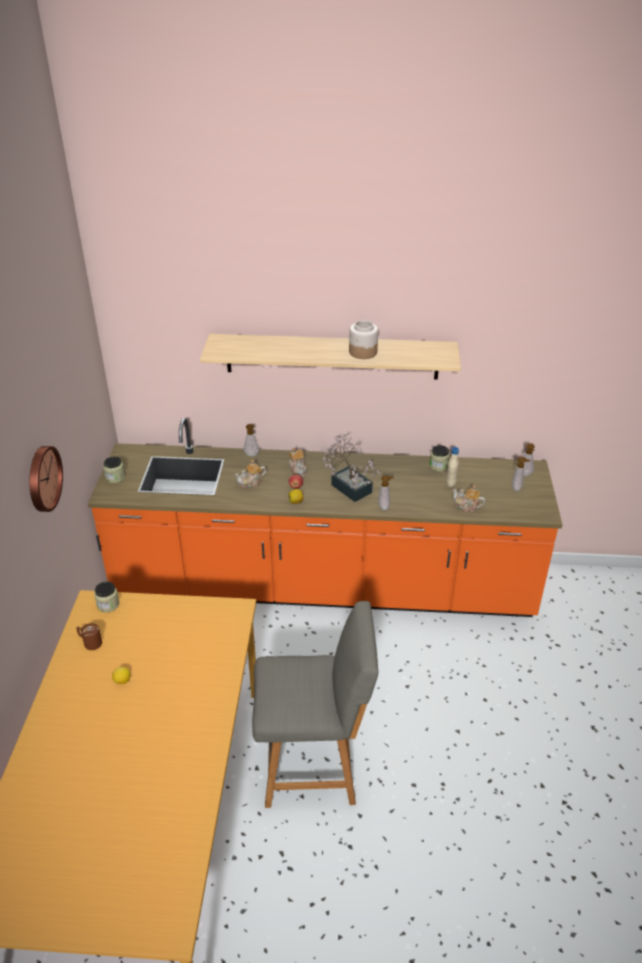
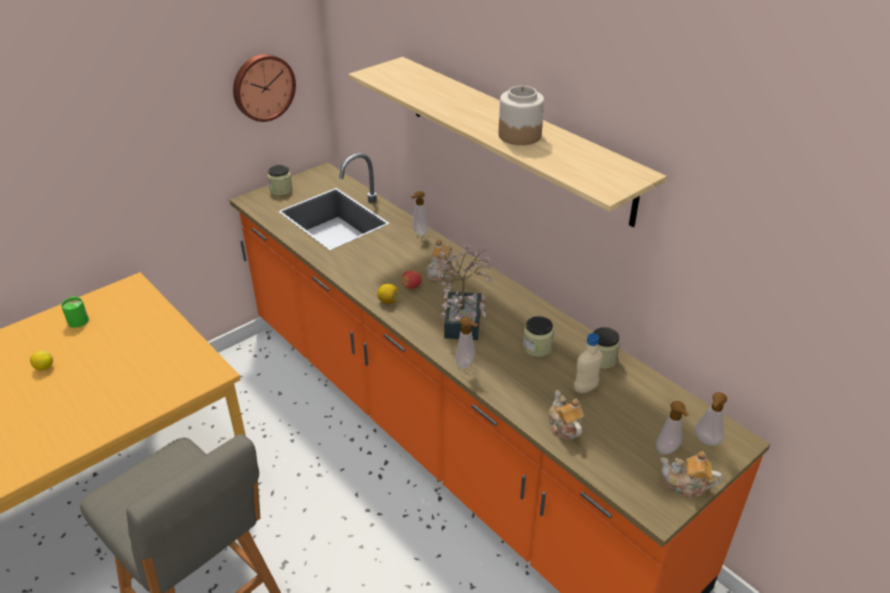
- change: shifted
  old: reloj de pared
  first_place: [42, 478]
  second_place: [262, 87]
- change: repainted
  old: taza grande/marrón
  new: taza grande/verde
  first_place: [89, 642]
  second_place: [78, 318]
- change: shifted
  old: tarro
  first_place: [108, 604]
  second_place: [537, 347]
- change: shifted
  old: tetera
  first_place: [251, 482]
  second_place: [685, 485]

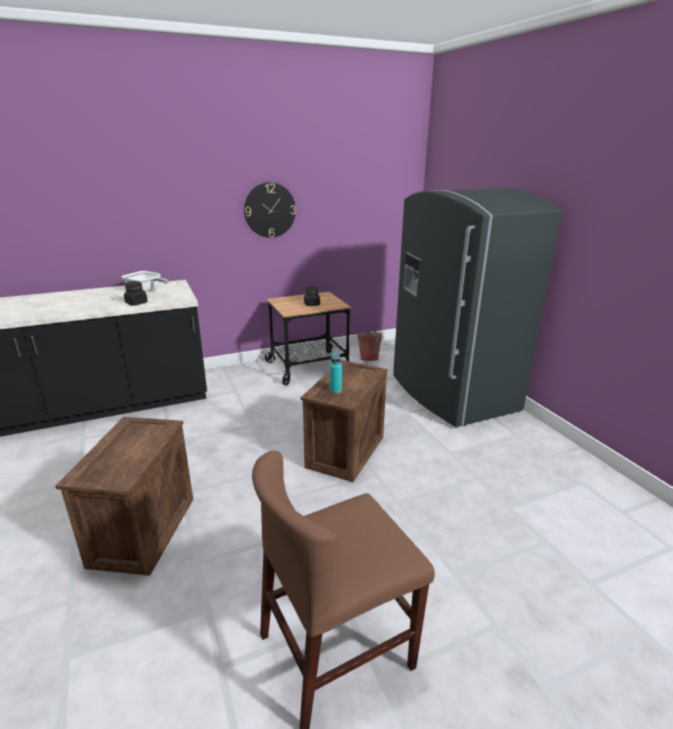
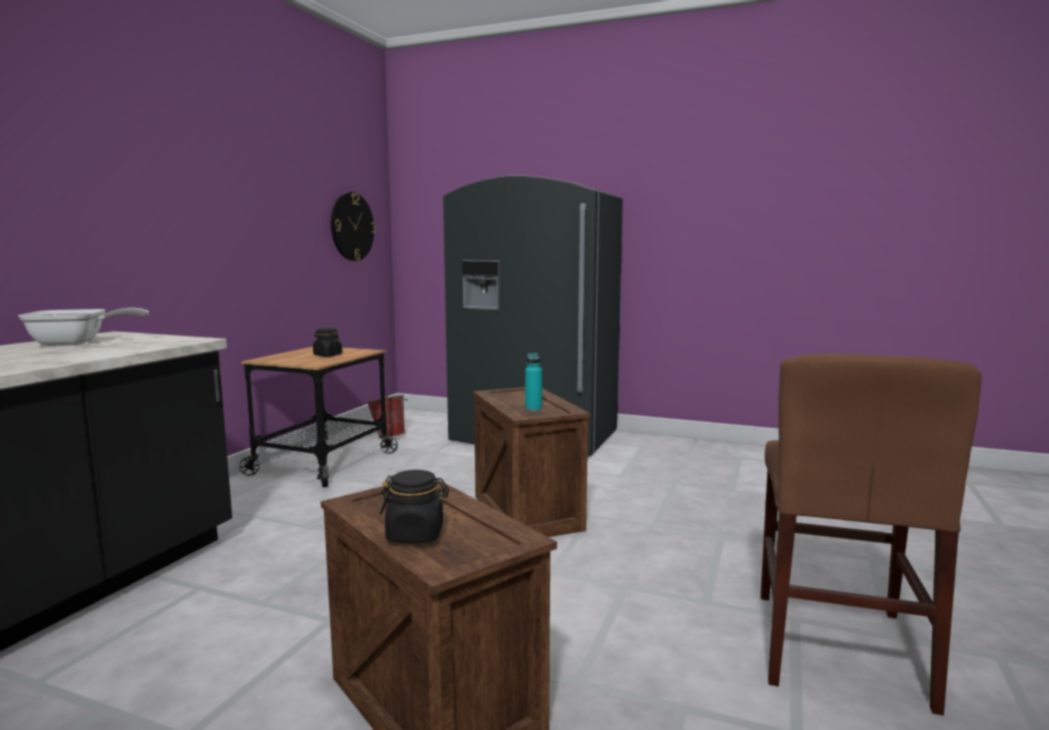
- change: shifted
  old: tarro/negro
  first_place: [136, 303]
  second_place: [415, 534]
- change: shifted
  old: reloj de pared
  first_place: [269, 210]
  second_place: [352, 226]

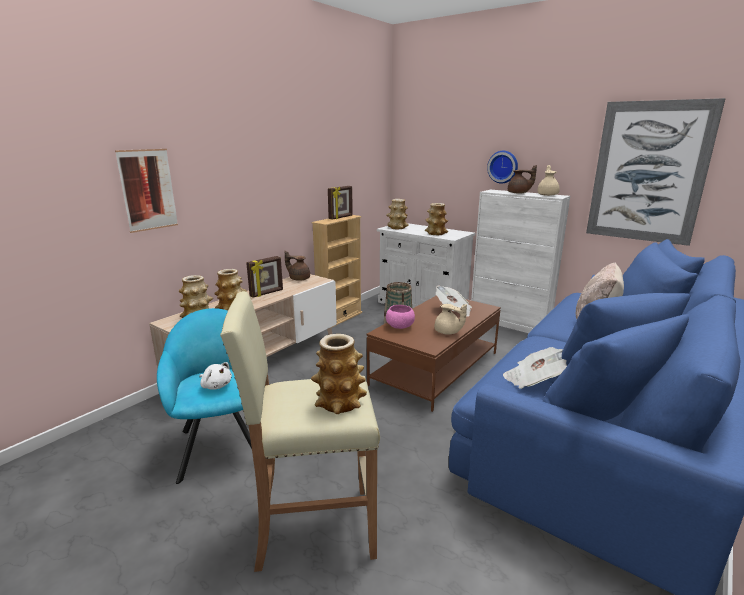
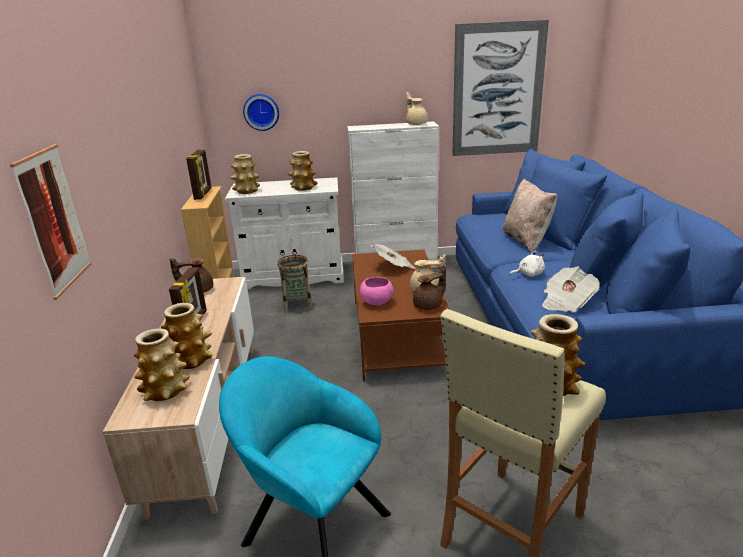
- change: shifted
  old: peluche/blanco
  first_place: [216, 385]
  second_place: [528, 274]
- change: shifted
  old: reloj de pared
  first_place: [503, 167]
  second_place: [261, 112]
- change: shifted
  old: tetera/marrón
  first_place: [519, 193]
  second_place: [429, 306]

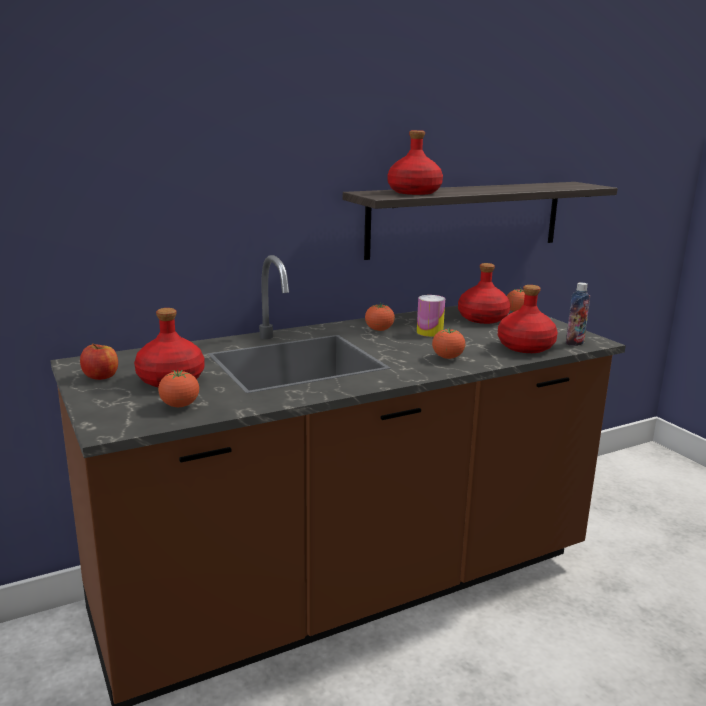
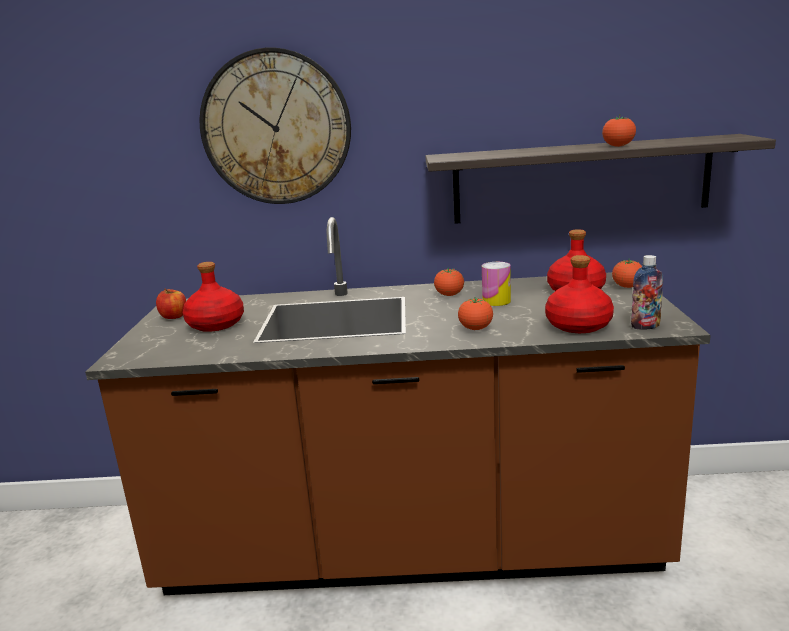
- change: shifted
  old: tomate
  first_place: [180, 405]
  second_place: [618, 146]
- change: gone
  old: botella/rojo
  first_place: [414, 192]
- change: new
  new: reloj de pared
  second_place: [276, 128]

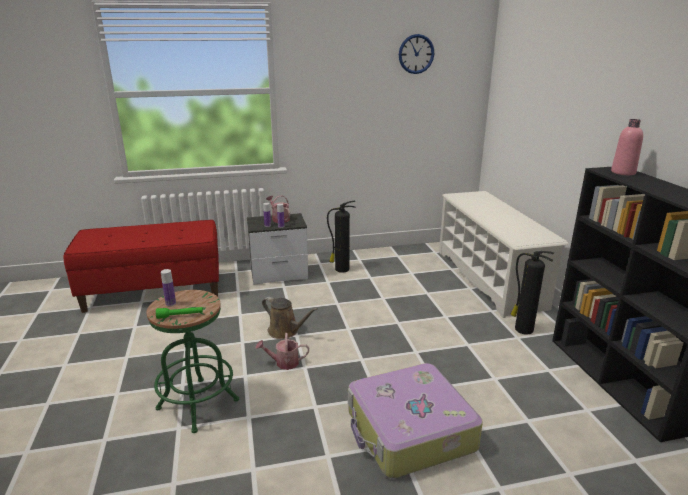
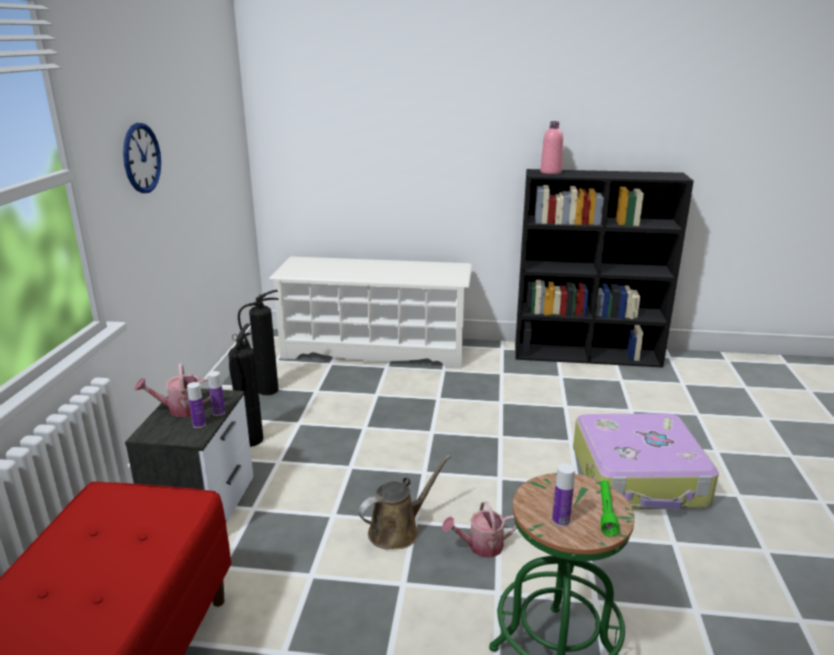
- change: rotated
  old: regadera
  first_place: [283, 363]
  second_place: [480, 546]
  degrees: 60
- change: shifted
  old: reloj de pared
  first_place: [416, 54]
  second_place: [141, 158]
- change: shifted
  old: extintor
  first_place: [522, 329]
  second_place: [266, 390]

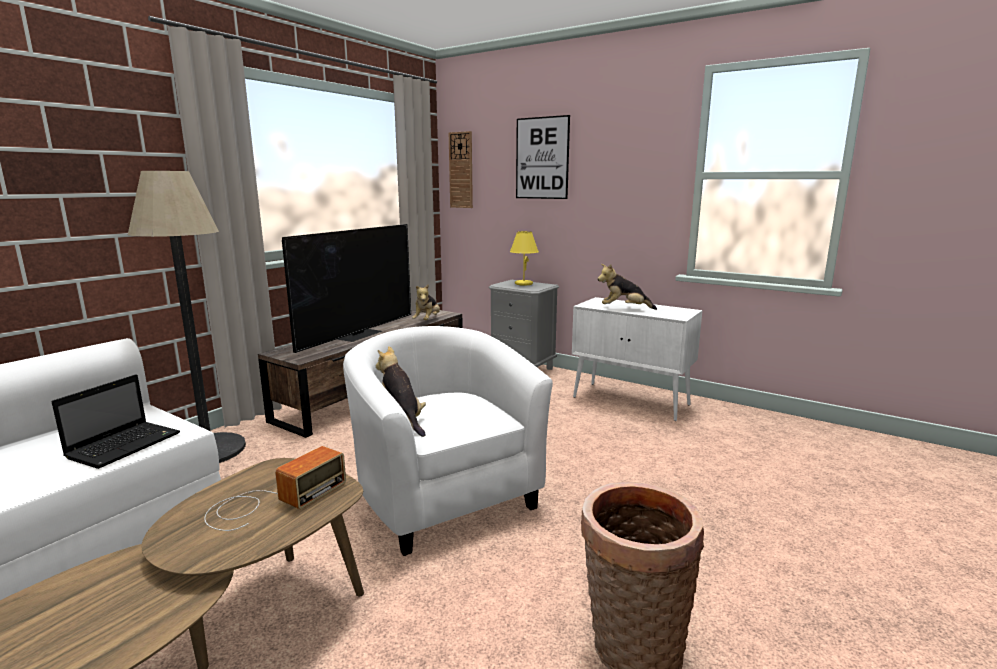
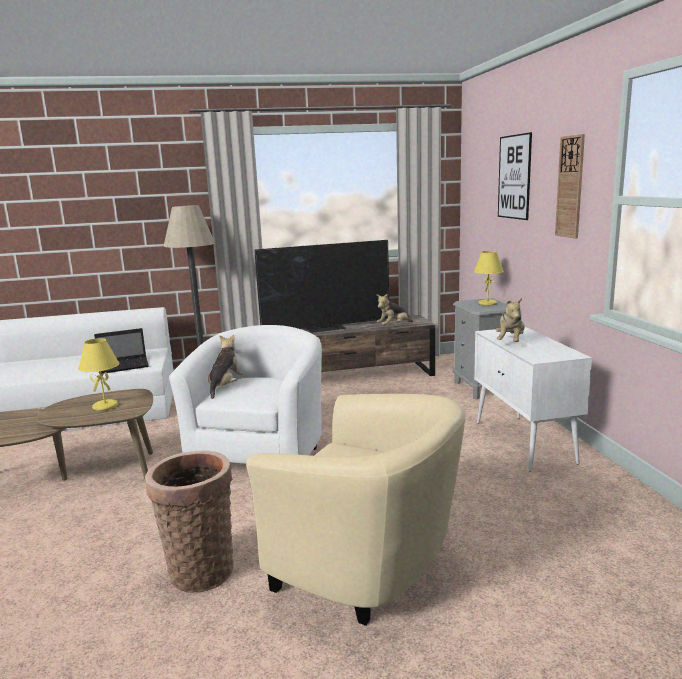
- change: swapped
  old: radio
  new: lámpara de mesa/amarillo
  first_place: [272, 501]
  second_place: [106, 406]
- change: shifted
  old: reloj de pared
  first_place: [461, 170]
  second_place: [570, 187]
- change: rotated
  old: peluche
  first_place: [624, 309]
  second_place: [510, 342]
  degrees: -120
- change: new
  new: sillón/beis
  second_place: [370, 567]

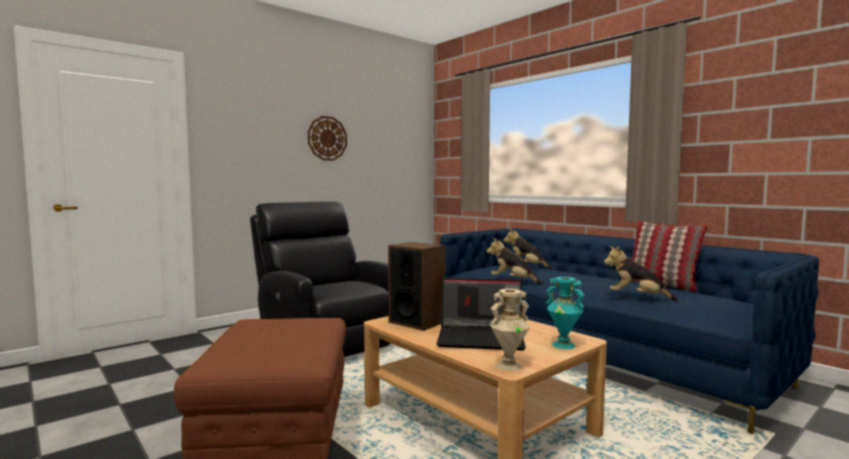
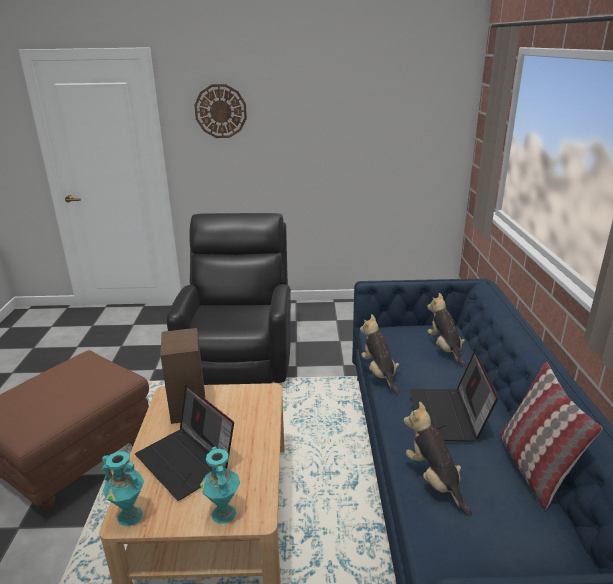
- change: shifted
  old: reloj de pared
  first_place: [327, 138]
  second_place: [220, 111]
- change: repainted
  old: florero/beis
  new: florero/turquesa
  first_place: [508, 366]
  second_place: [130, 515]
- change: new
  new: portátil
  second_place: [448, 416]

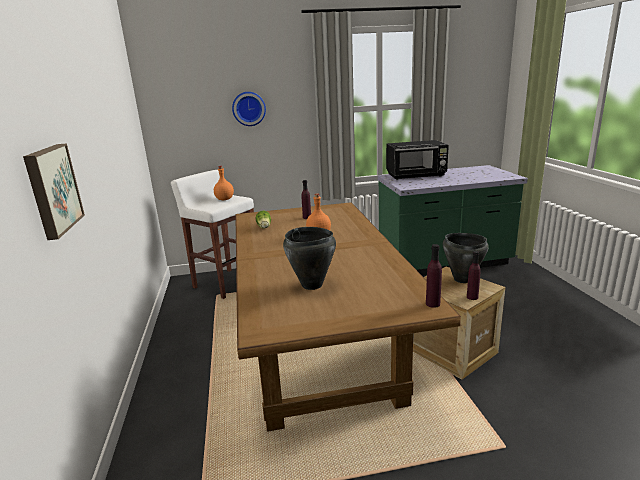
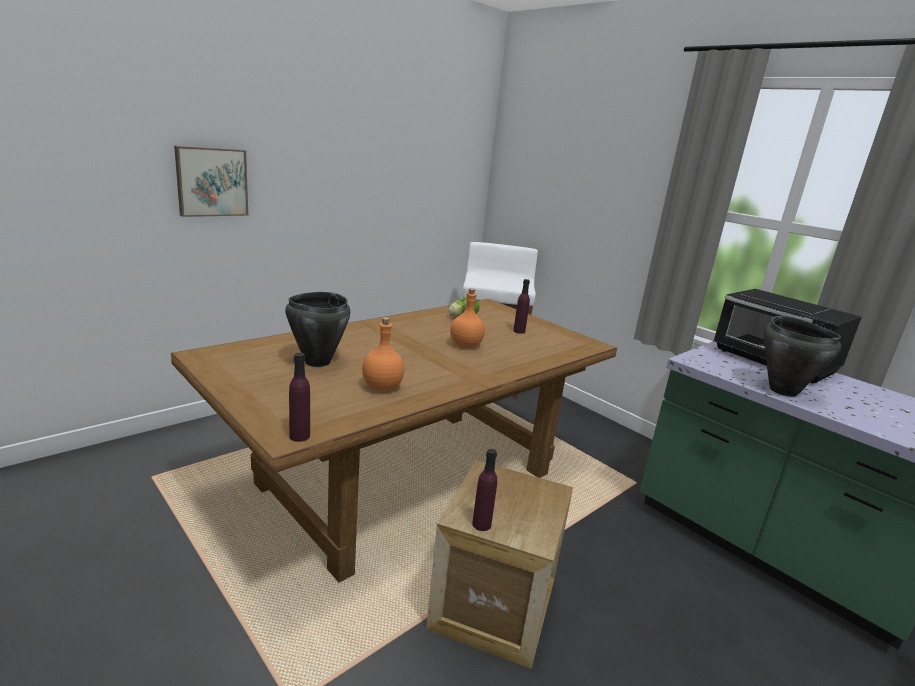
- change: shifted
  old: botella/naranja
  first_place: [224, 199]
  second_place: [382, 386]
- change: gone
  old: reloj de pared
  first_place: [249, 108]
- change: shifted
  old: olla/negro
  first_place: [462, 279]
  second_place: [783, 390]

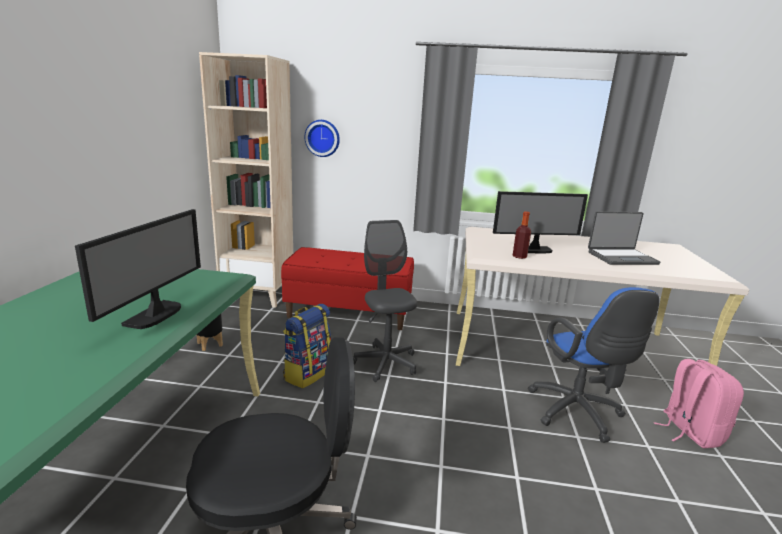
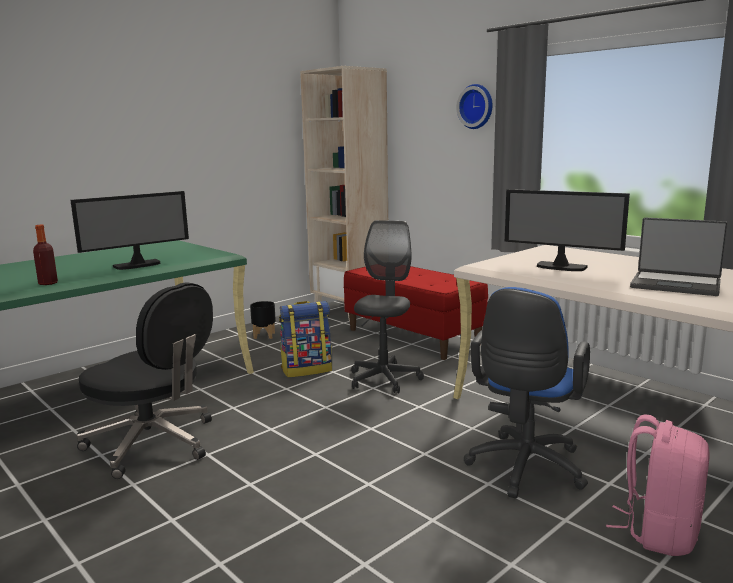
- change: shifted
  old: reloj de pared
  first_place: [322, 138]
  second_place: [476, 106]
- change: shifted
  old: botella
  first_place: [519, 256]
  second_place: [48, 283]

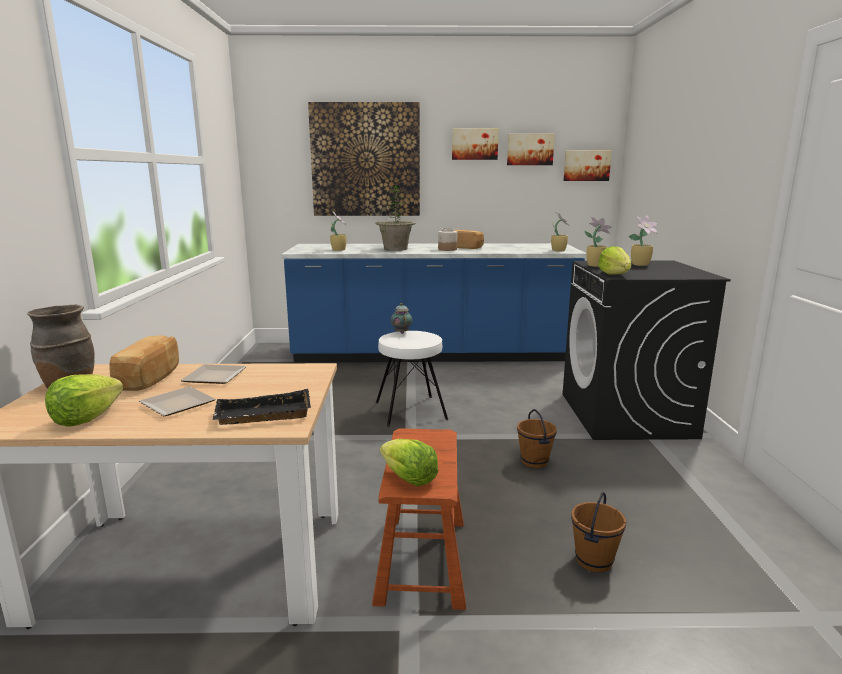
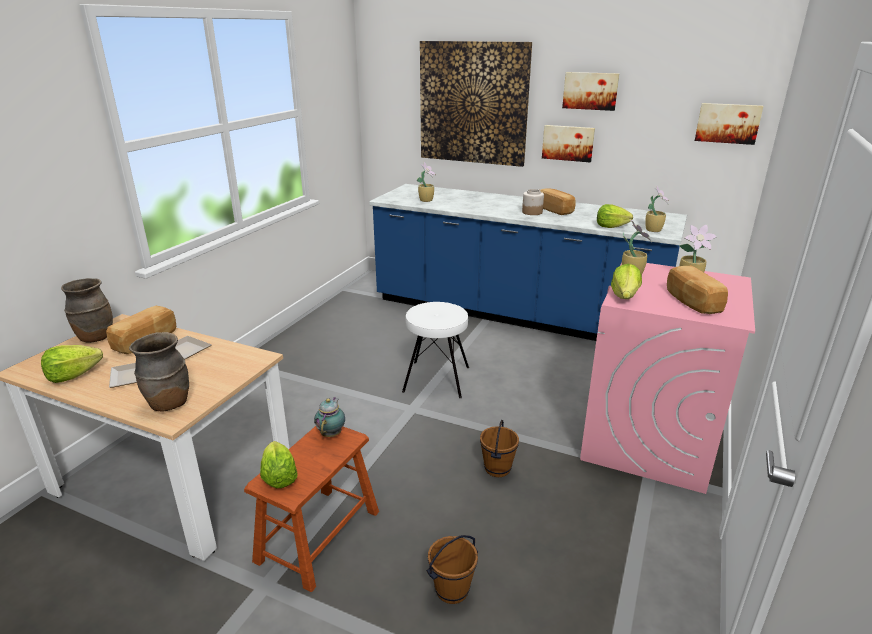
- change: swapped
  old: bandeja/negro
  new: florero/marrón
  first_place: [262, 416]
  second_place: [168, 404]
- change: gone
  old: planta en maceta
  first_place: [395, 249]
- change: shifted
  old: tetera
  first_place: [401, 332]
  second_place: [332, 433]
- change: shifted
  old: cuadro
  first_place: [530, 149]
  second_place: [568, 143]
- change: repainted
  old: lavadora/negro
  new: lavadora/rosa
  first_place: [627, 415]
  second_place: [648, 440]
- change: new
  new: lechuga
  second_place: [611, 226]
- change: new
  new: pan
  second_place: [691, 302]

